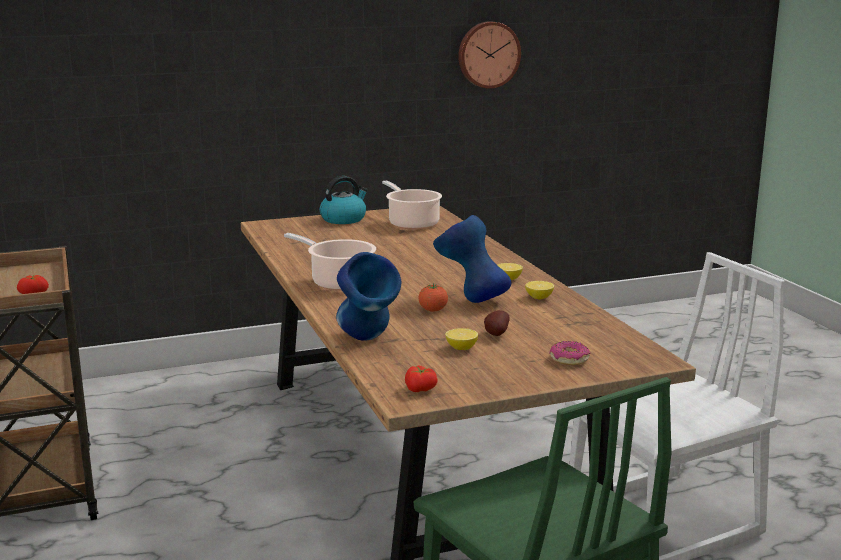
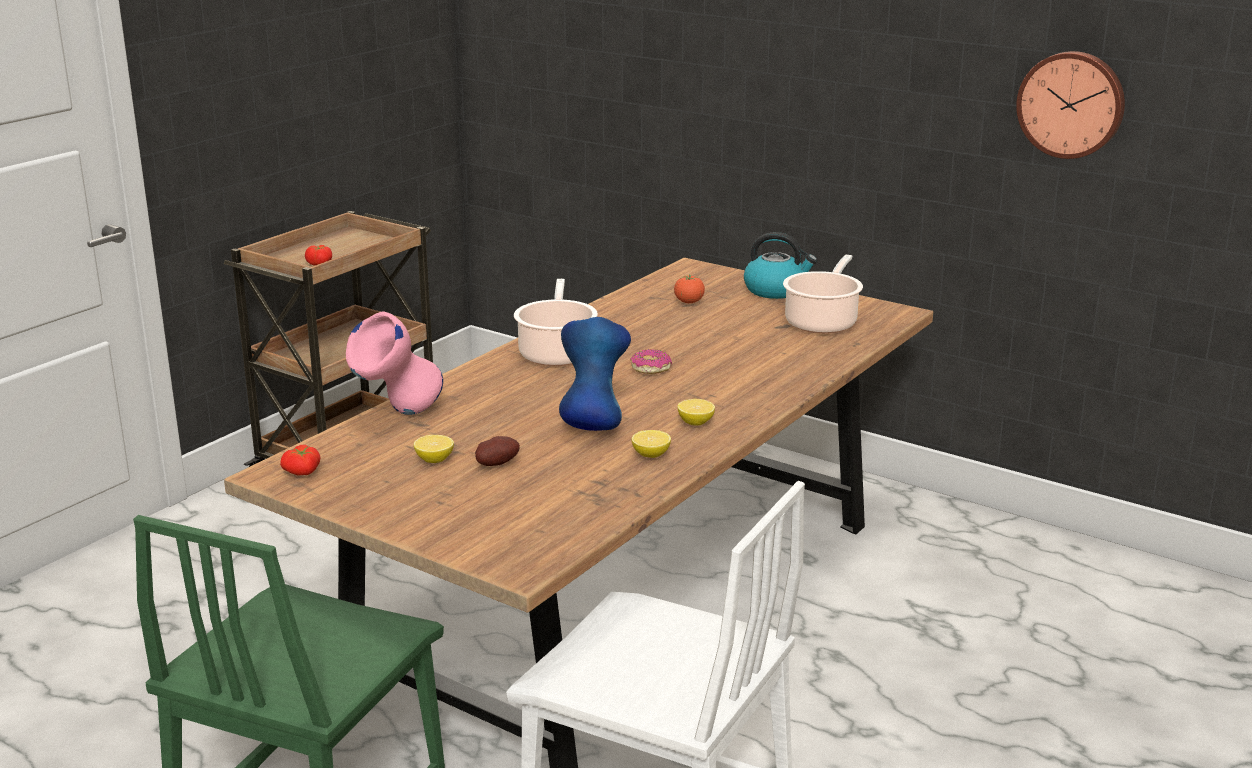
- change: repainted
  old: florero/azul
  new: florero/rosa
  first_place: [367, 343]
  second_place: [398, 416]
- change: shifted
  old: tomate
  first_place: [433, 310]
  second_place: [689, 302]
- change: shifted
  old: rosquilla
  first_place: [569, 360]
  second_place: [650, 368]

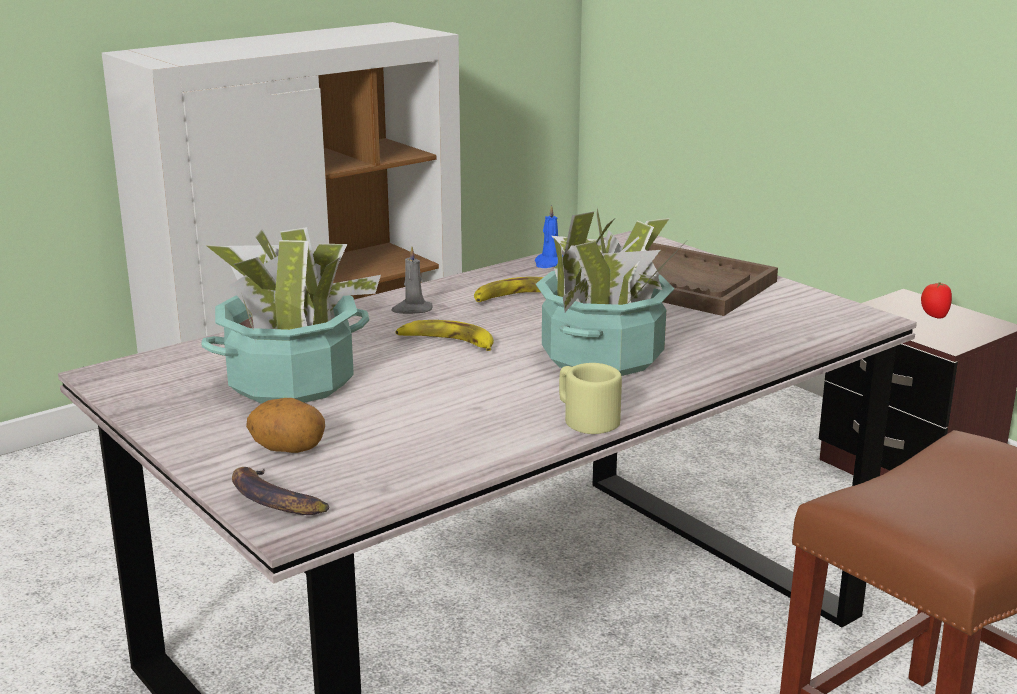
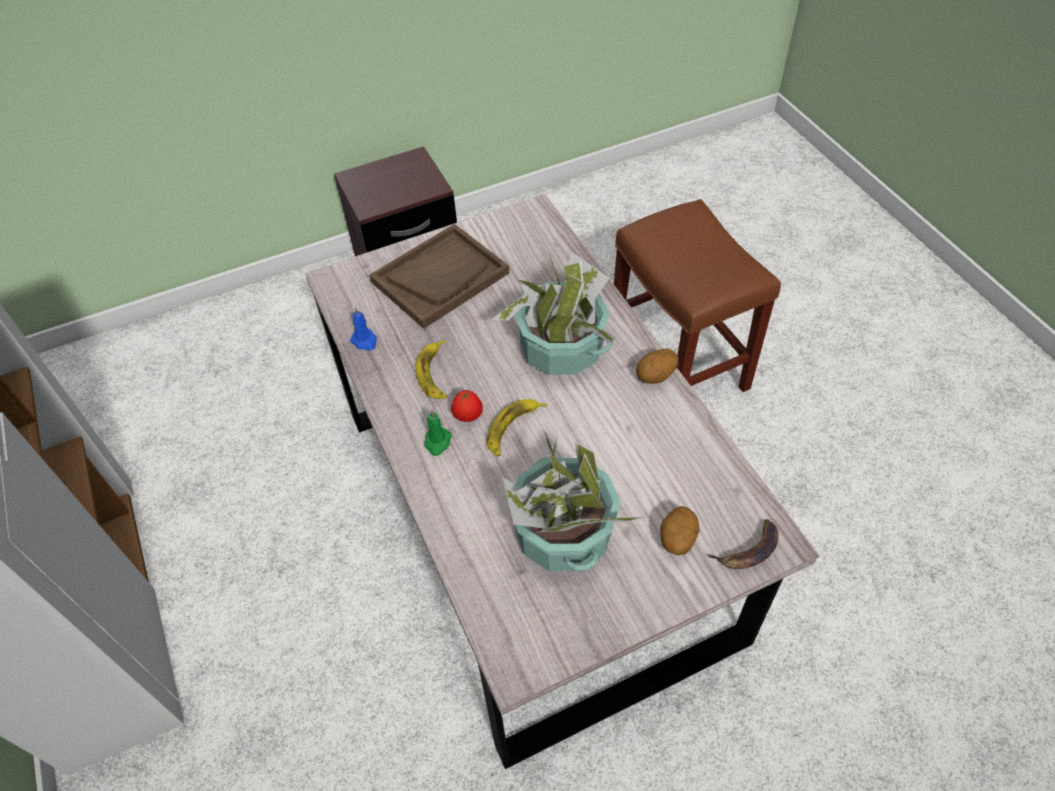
- change: repainted
  old: vela/gris
  new: vela/verde
  first_place: [411, 309]
  second_place: [437, 442]
- change: swapped
  old: taza grande/beis
  new: patata
  first_place: [585, 419]
  second_place: [656, 376]
- change: shifted
  old: tomate
  first_place: [934, 316]
  second_place: [468, 417]

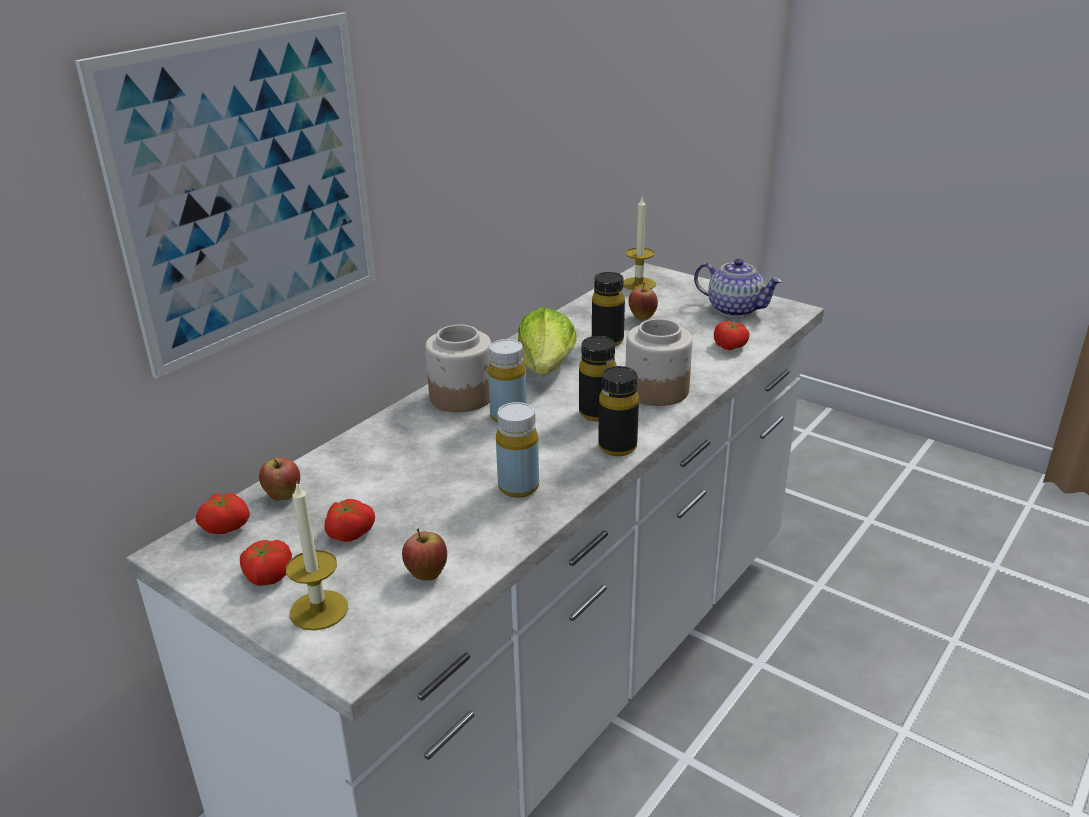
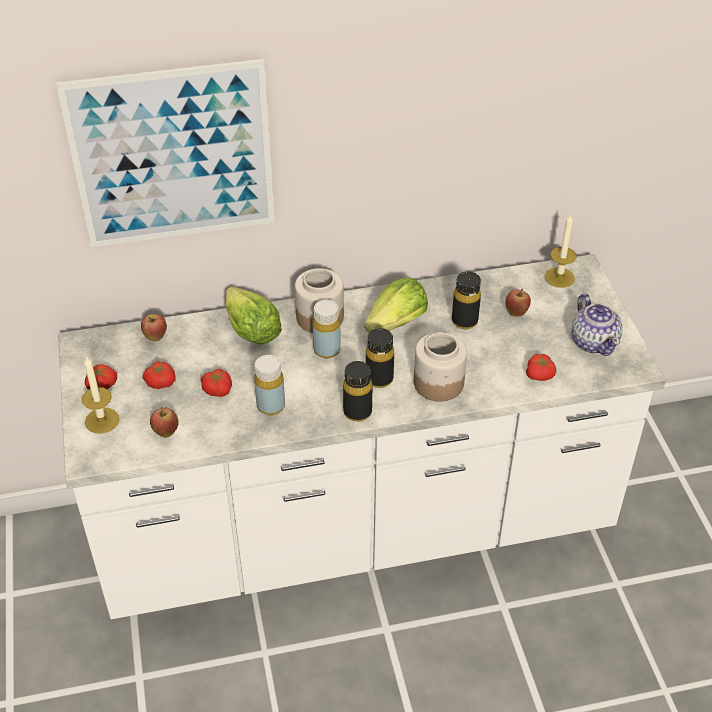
- change: shifted
  old: tomate
  first_place: [226, 525]
  second_place: [218, 389]
- change: new
  new: lechuga
  second_place: [251, 330]

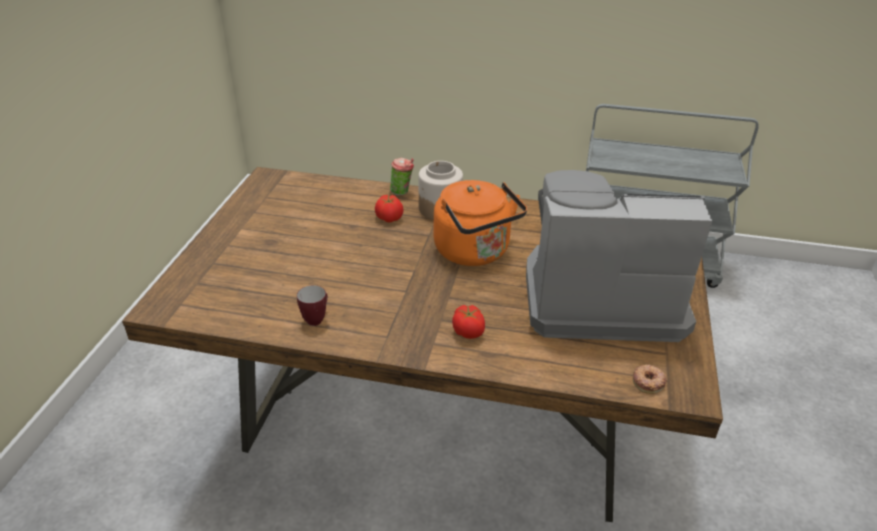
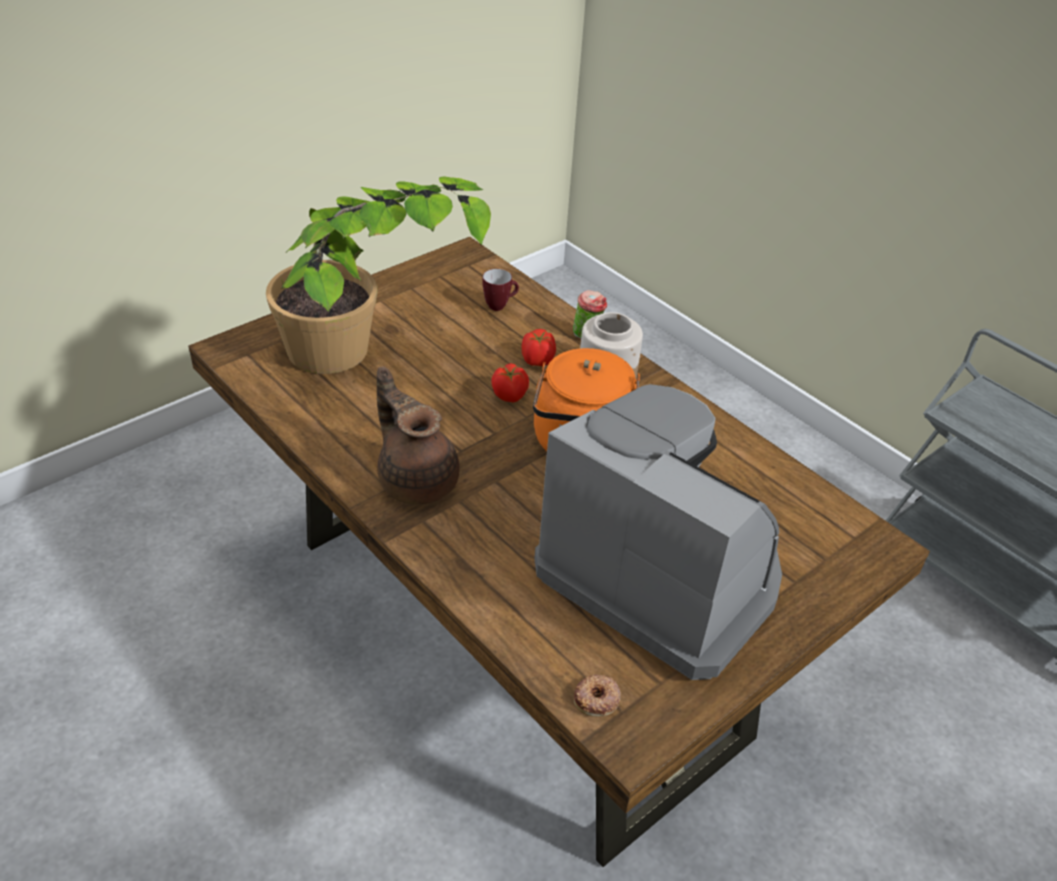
- change: shifted
  old: taza grande
  first_place: [316, 318]
  second_place: [500, 305]
- change: shifted
  old: tomate
  first_place: [468, 332]
  second_place: [510, 395]
- change: new
  new: planta en maceta
  second_place: [368, 358]
- change: new
  new: tetera/marrón
  second_place: [416, 479]

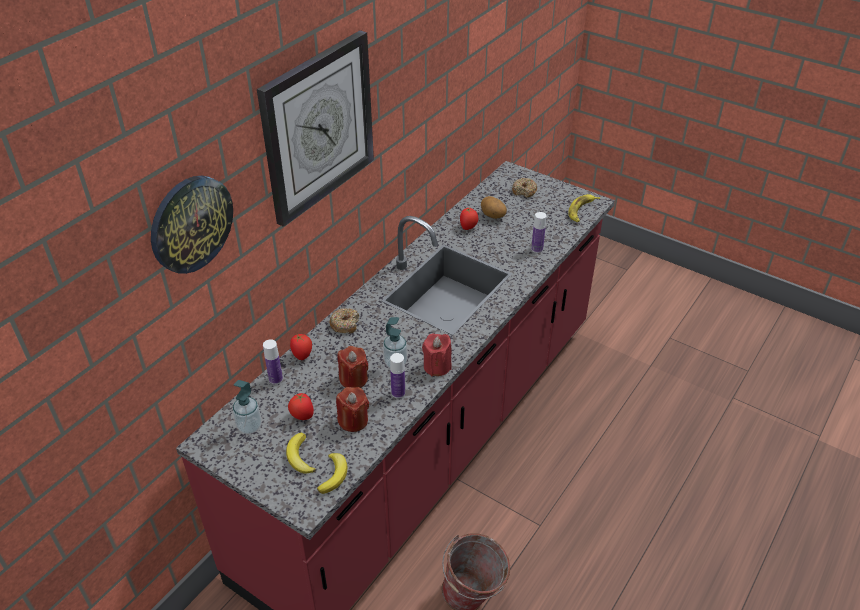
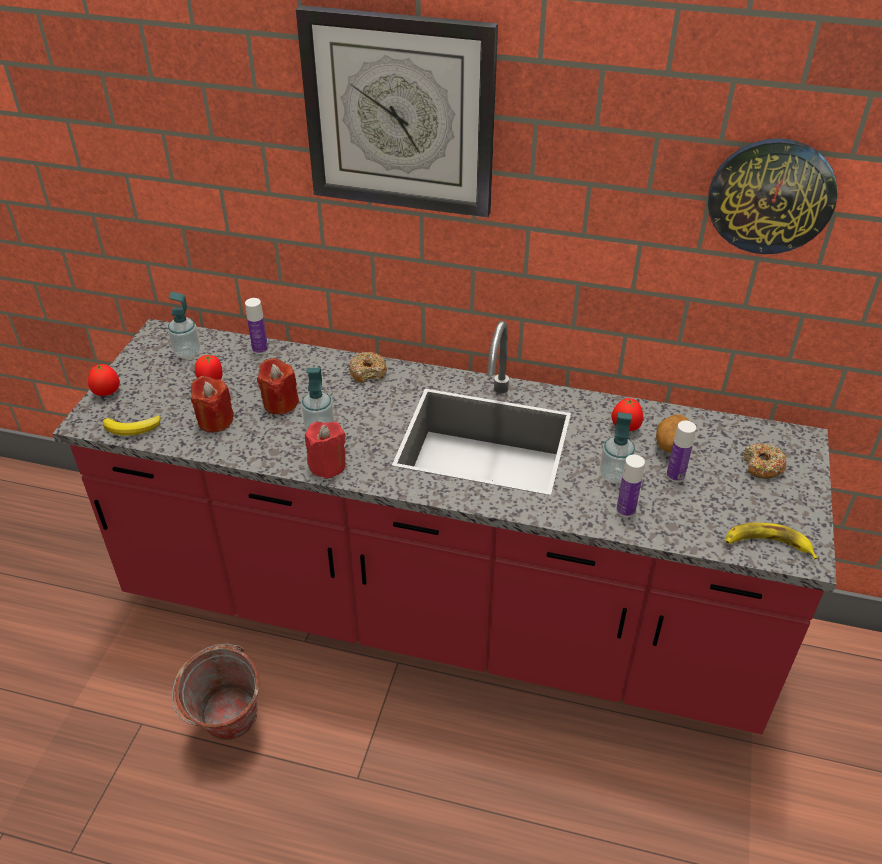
- change: shifted
  old: reloj de pared
  first_place: [191, 223]
  second_place: [771, 196]
- change: gone
  old: plátano
  first_place: [300, 456]
- change: shifted
  old: tomate
  first_place: [302, 355]
  second_place: [107, 393]
- change: shifted
  old: botella
  first_place: [398, 393]
  second_place: [675, 475]
- change: new
  new: dispensador de jabón
  second_place: [614, 475]

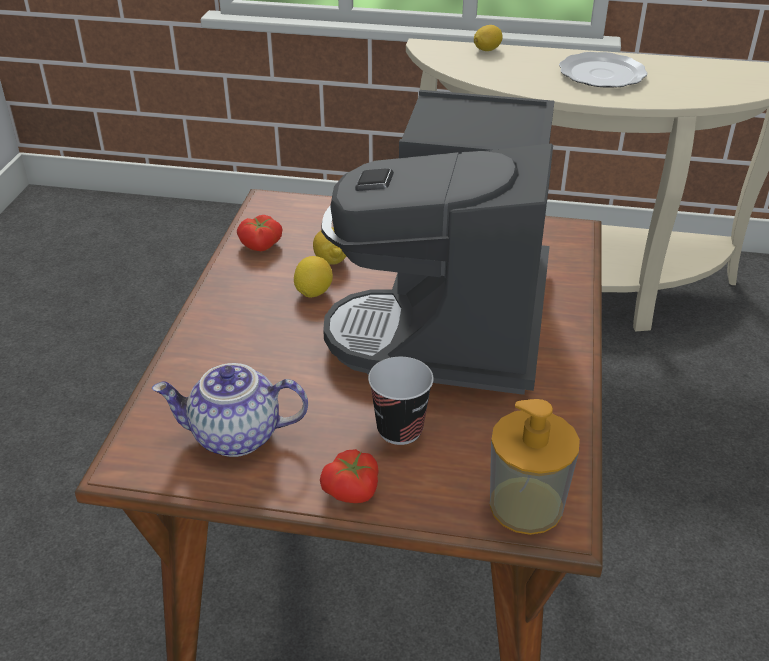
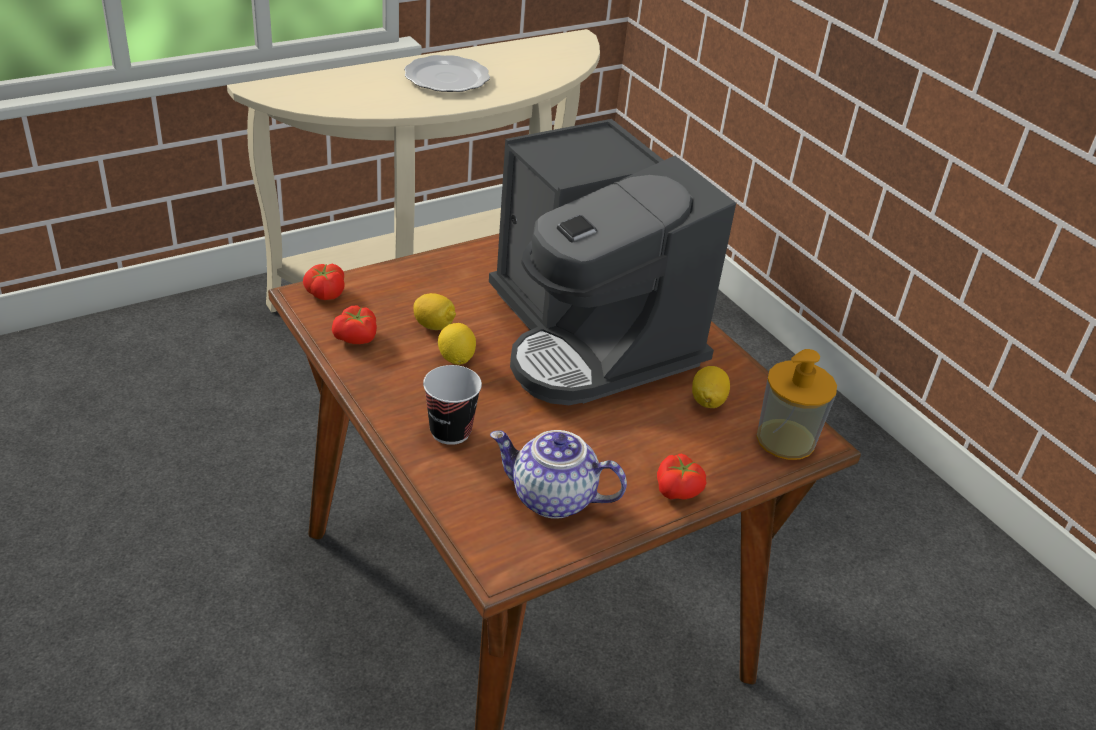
- change: rotated
  old: tetera
  first_place: [235, 437]
  second_place: [551, 499]
  degrees: 60
- change: shifted
  old: taza
  first_place: [400, 429]
  second_place: [450, 431]
- change: shifted
  old: limón
  first_place: [487, 49]
  second_place: [707, 401]
- change: new
  new: tomate
  second_place: [324, 293]

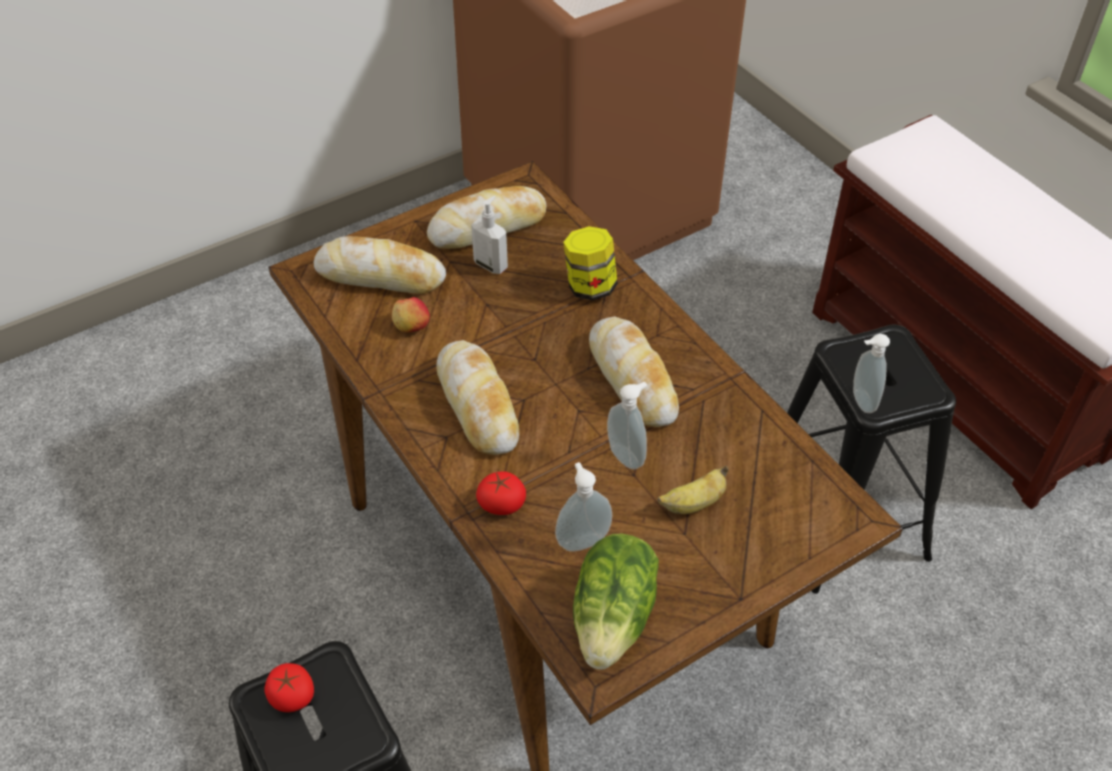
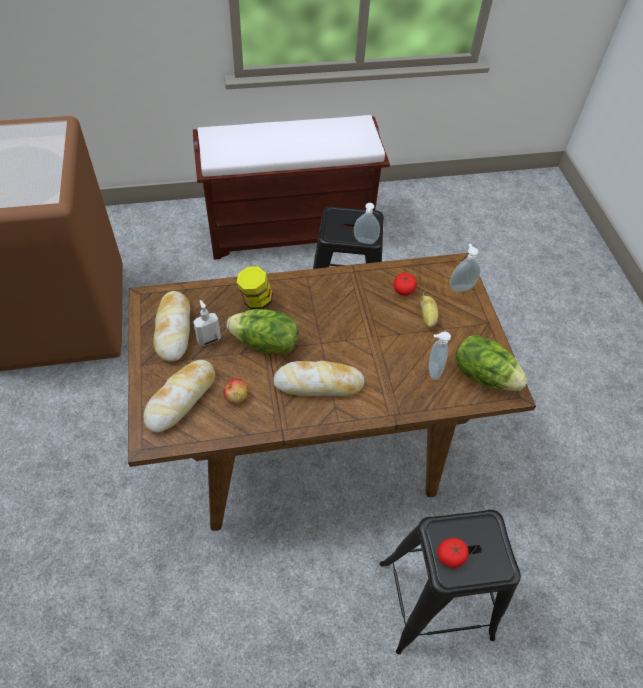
- change: shifted
  old: tomate
  first_place: [501, 503]
  second_place: [403, 290]
- change: gone
  old: pan
  first_place: [632, 379]
- change: shifted
  old: dispensador de jabón
  first_place: [627, 455]
  second_place: [460, 287]
- change: new
  new: lechuga
  second_place: [265, 344]

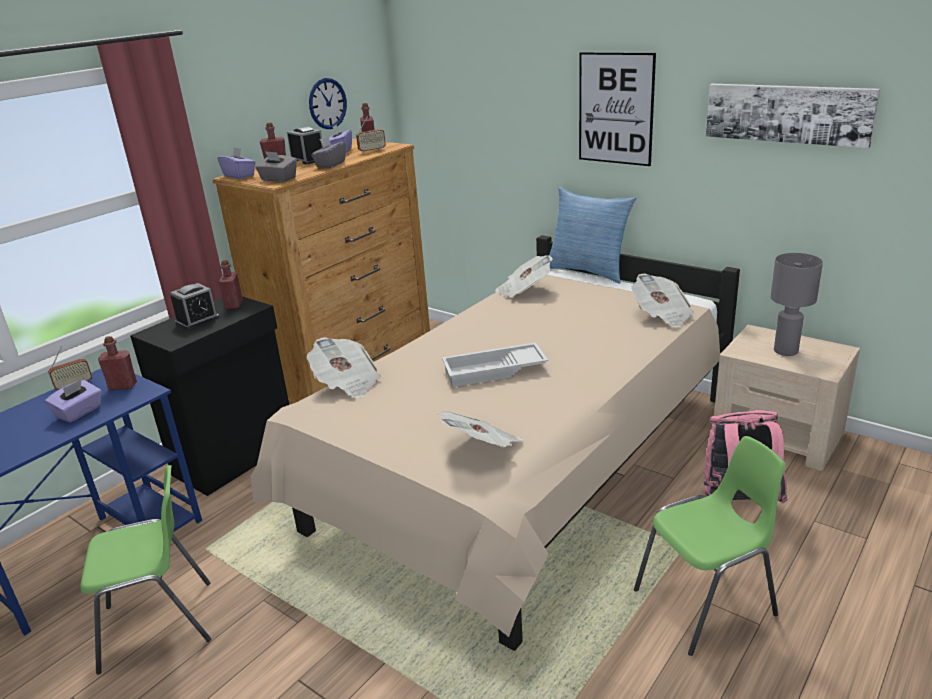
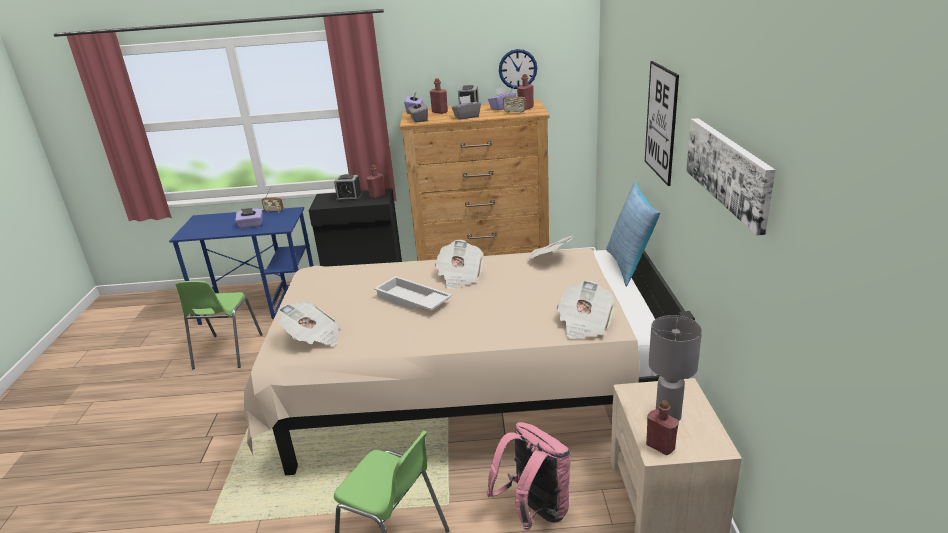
- change: rotated
  old: silla/verde
  first_place: [159, 625]
  second_place: [227, 352]
  degrees: 60
- change: shifted
  old: botella/rojo
  first_place: [123, 386]
  second_place: [660, 446]
- change: shifted
  old: periódico
  first_place: [346, 383]
  second_place: [459, 277]

